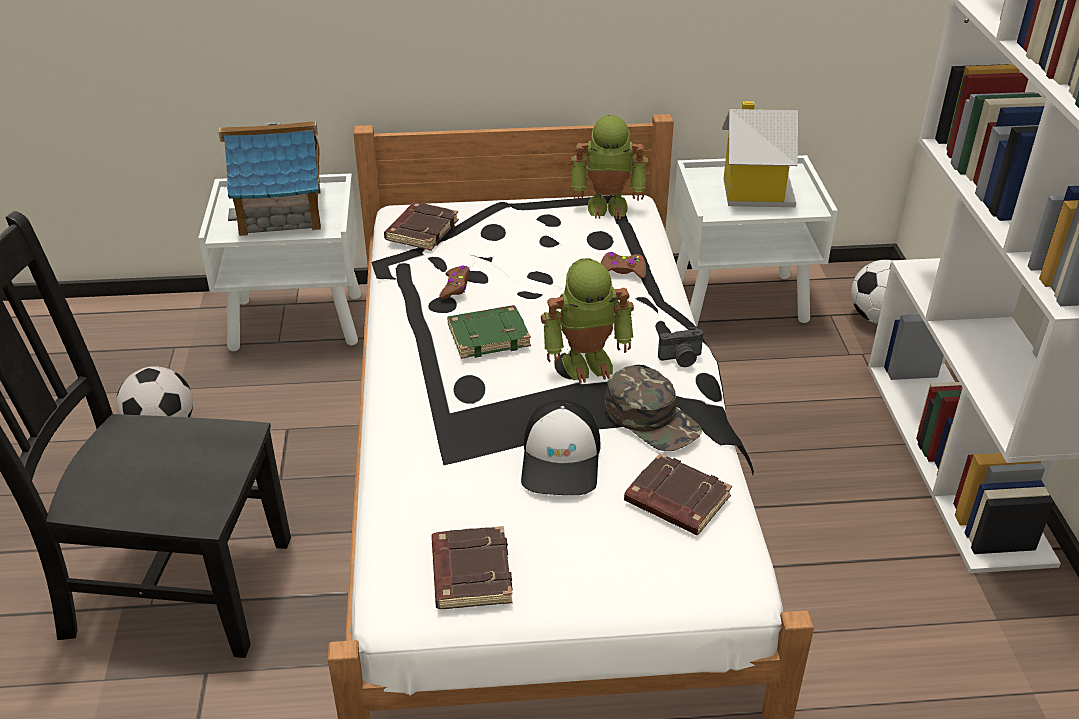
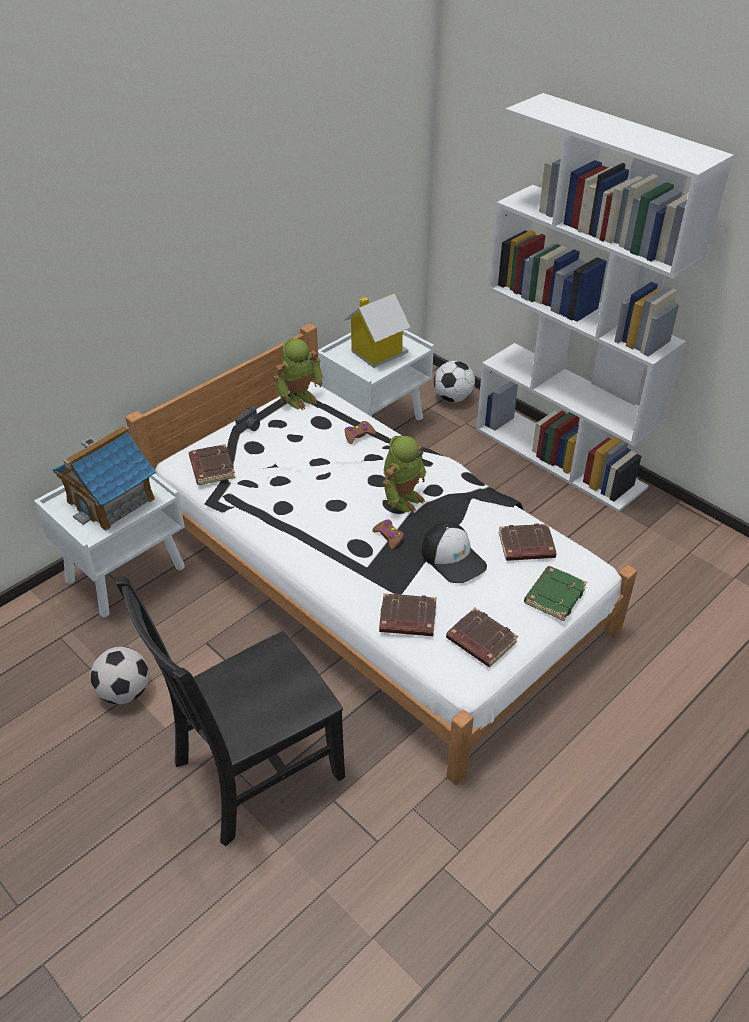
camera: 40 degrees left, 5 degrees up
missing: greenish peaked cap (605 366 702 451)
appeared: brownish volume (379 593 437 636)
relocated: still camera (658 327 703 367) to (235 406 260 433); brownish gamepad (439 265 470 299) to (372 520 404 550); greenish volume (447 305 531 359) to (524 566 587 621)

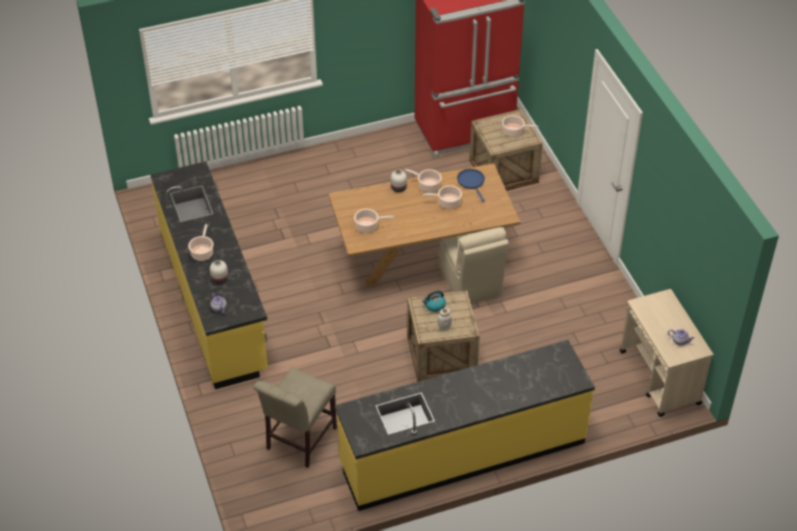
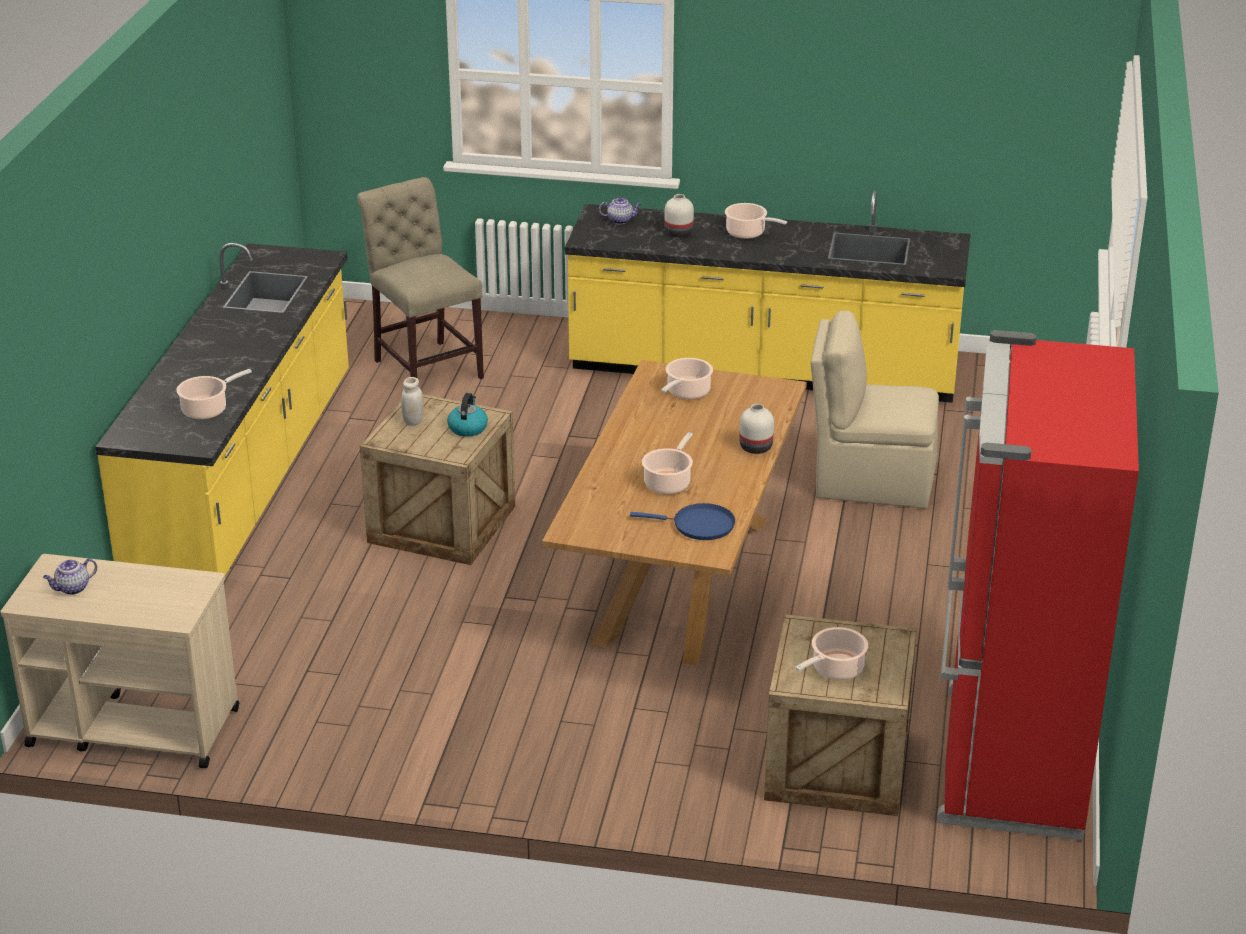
camera: 120 degrees right, 15 degrees down
relocated: saucepot (405 169 442 193) to (177 369 252 419); sand-coloured plain chair (439 227 509 304) to (810 311 939 509)

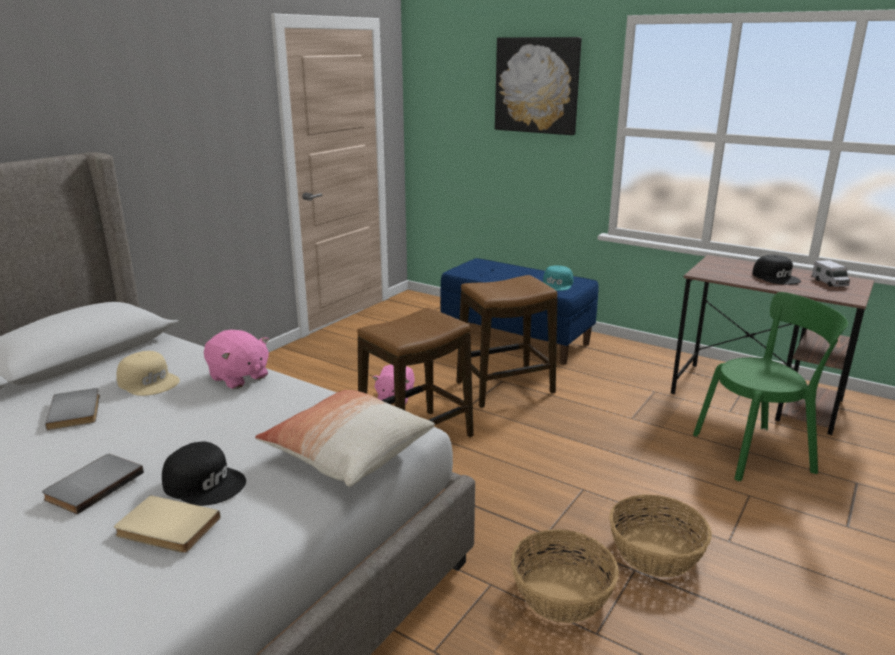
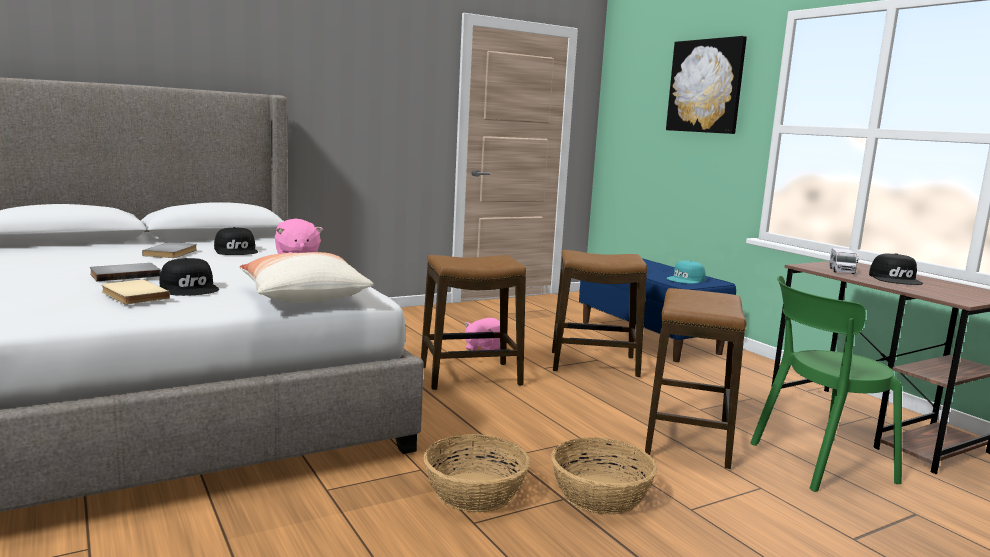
camera: 25 degrees right, 10 degrees down
appeared: sitting stool (645 288 747 469)
relocated: model truck (812 260 850 287) to (829 248 859 274)
colour: sand-coloured peaked cap (116 351 180 396) to black peaked cap (214 227 258 255)
spun: greenish plain chair (693 292 848 481) = (750 276 902 492) 150 degrees clockwise

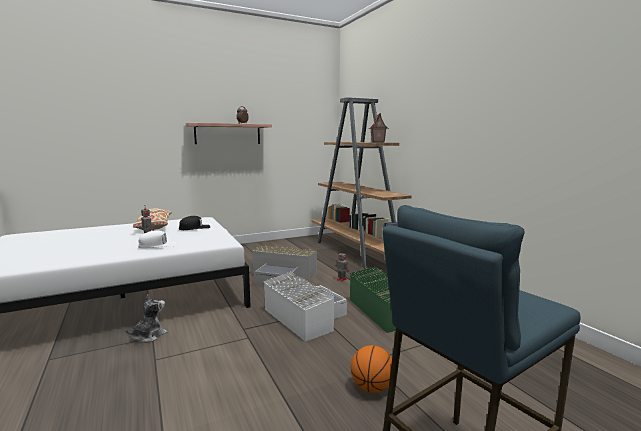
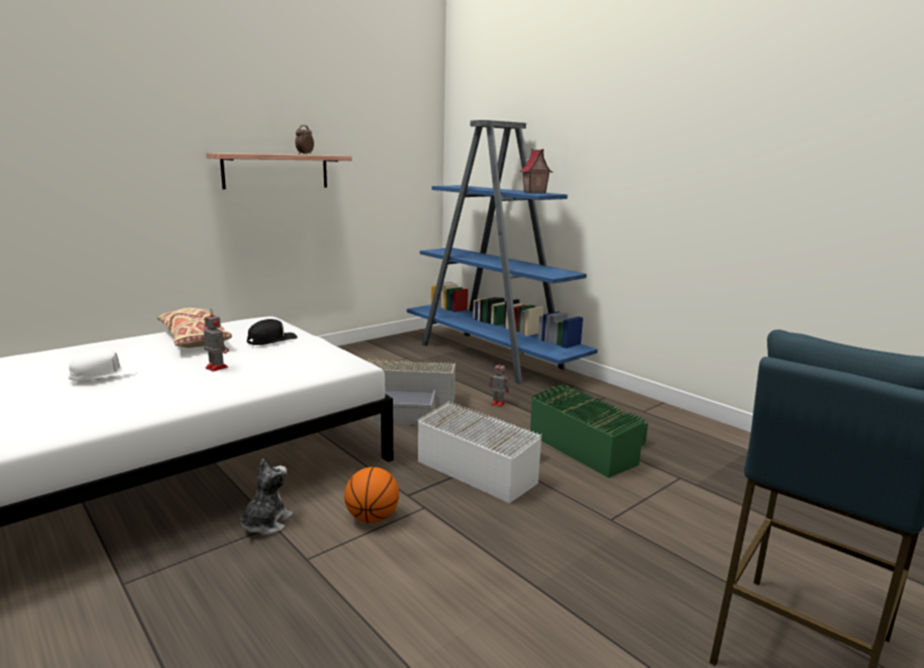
camera: 15 degrees left, 5 degrees up
relocated: white peaked cap (138 230 177 248) to (69 349 137 381); basketball ball (351 345 392 393) to (344 467 399 523)
colour: brownish bookshelf (312 97 412 269) to blue bookshelf (407 120 598 384)

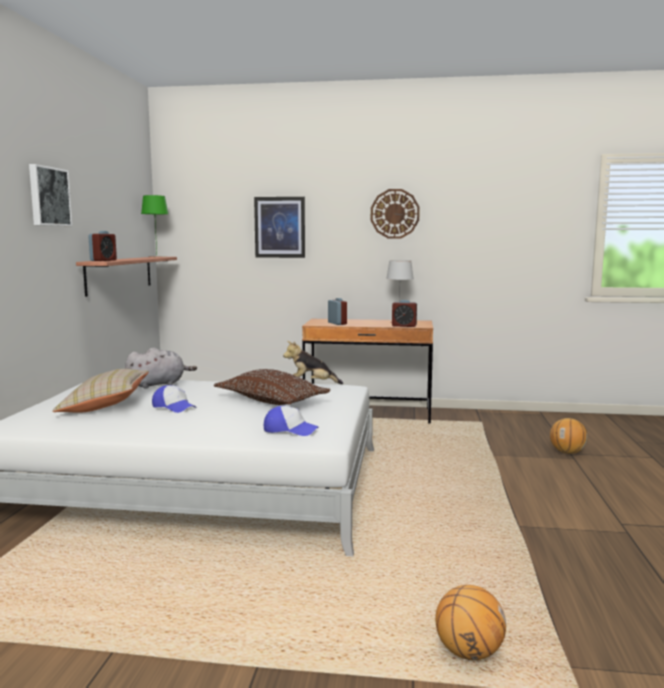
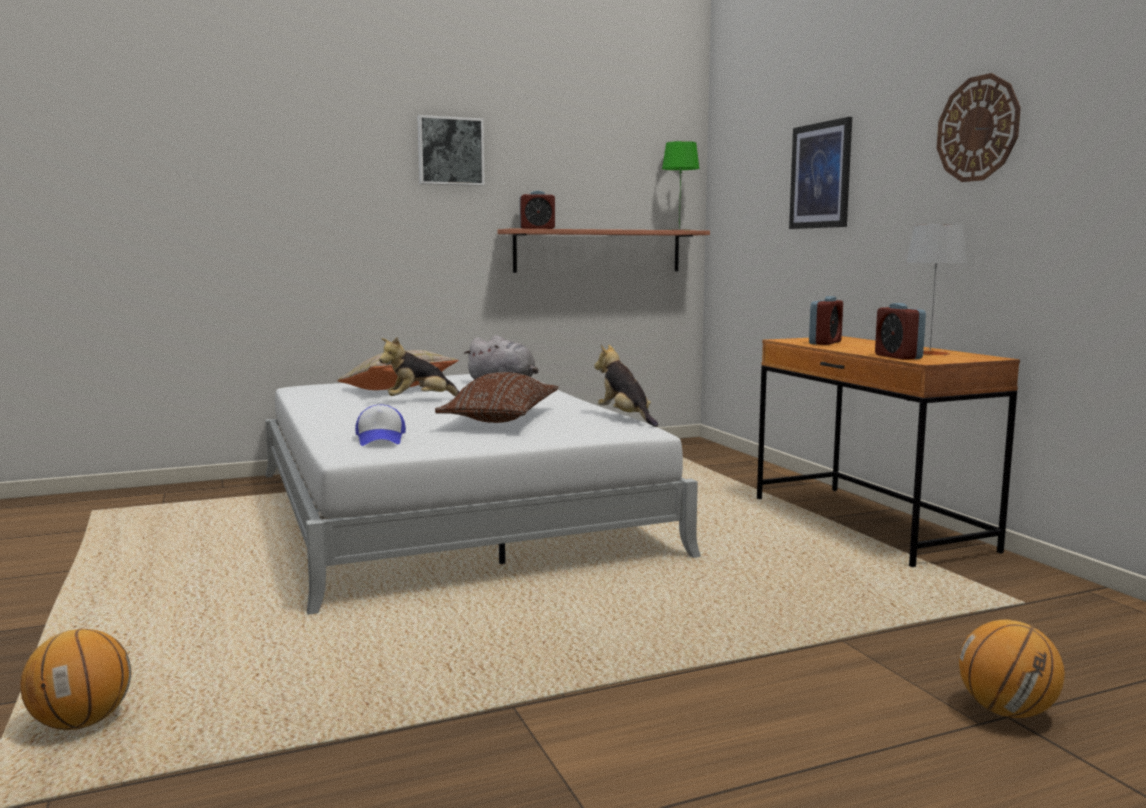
camera: 60 degrees right, 0 degrees up
exchanged: peaked cap (152 385 196 413) to plush toy (379 337 460 397)

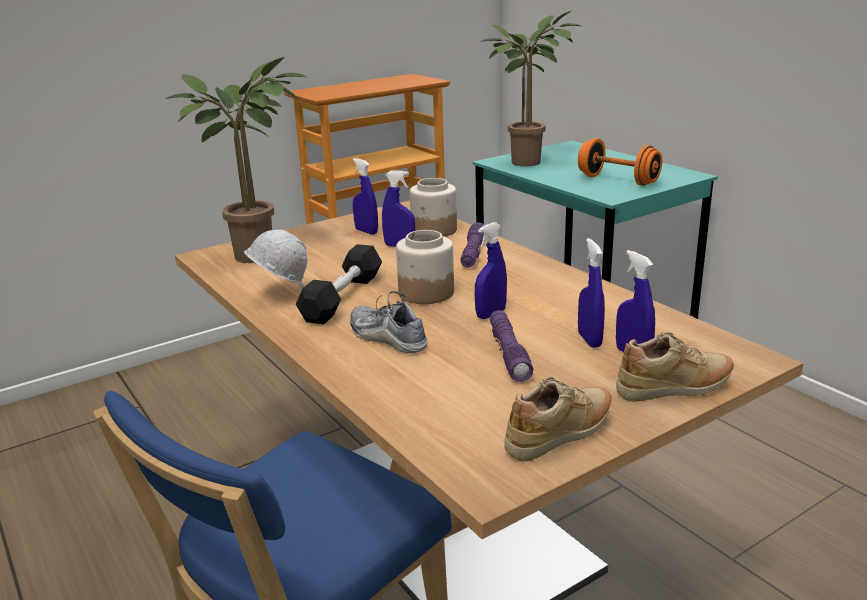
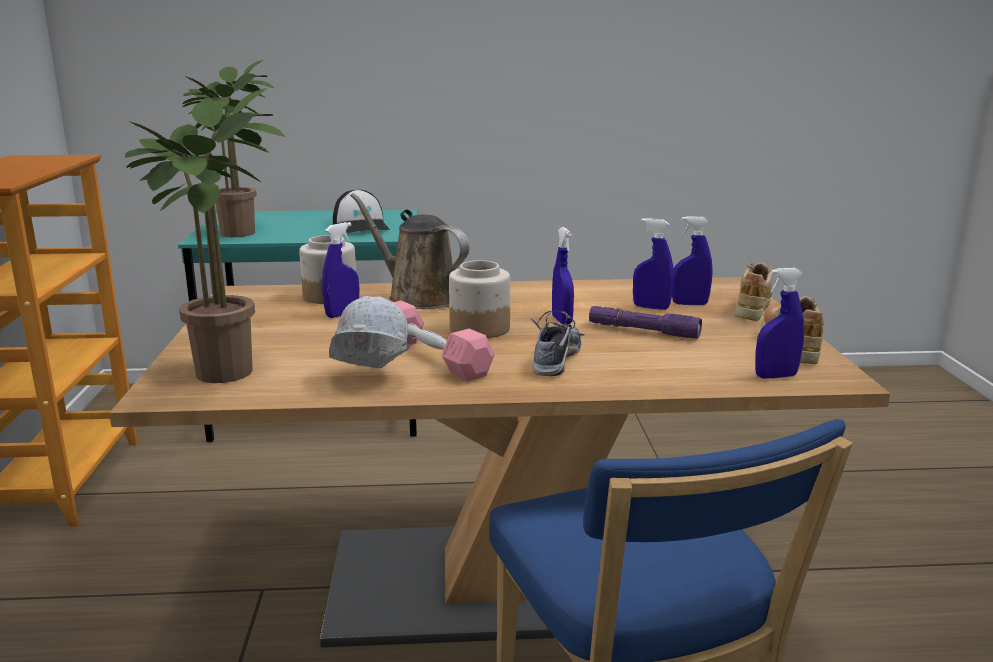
camera: 60 degrees left, 5 degrees down
relocated: blue hand sprayer (352 158 378 235) to (755 268 804 379)
exchanged: orange dumbbell (578 138 662 186) to peaked cap (333 189 390 233); purple-coloured hand torch (460 222 485 268) to brownish watering pot (350 193 469 309)
colour: black dumbbell (296 244 382 324) to pink-coloured dumbbell (394 301 495 381)
spun: low shoe (350 291 427 353) = (531 310 585 376) 120 degrees clockwise

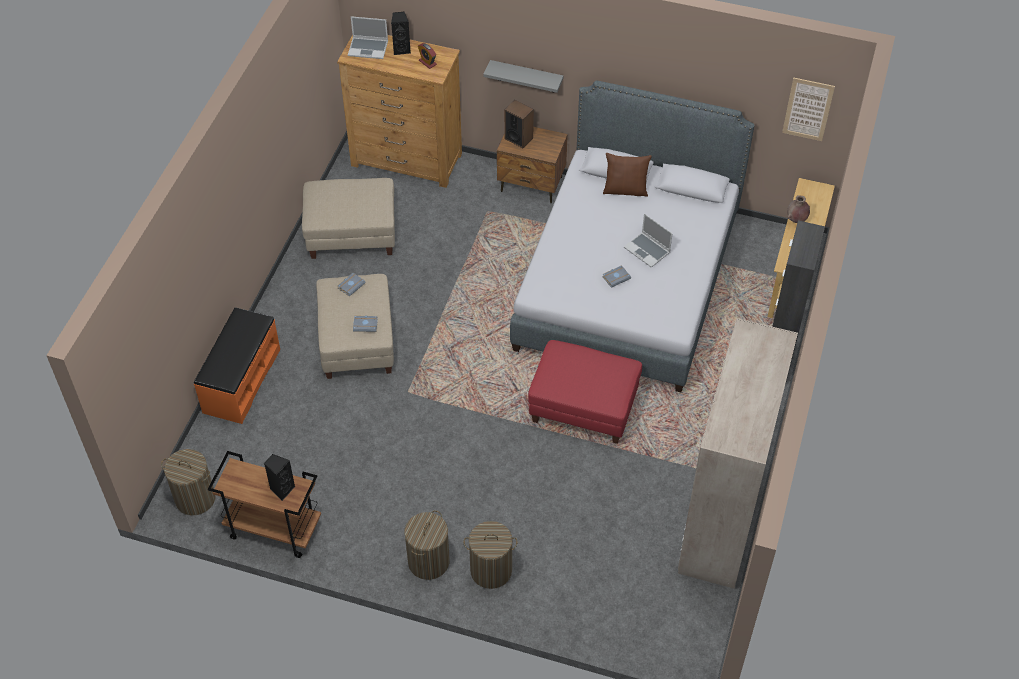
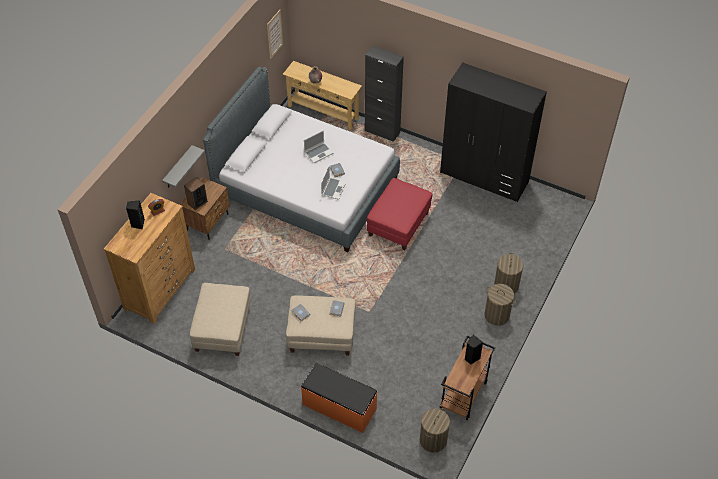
camera: 80 degrees left, 0 degrees up
missing: brownish cushion (603 153 651 197)
relocated: notebook computer (348 16 388 59) to (321 167 346 200)
colour: sand-coloured wardrobe (678 318 798 589) to black wardrobe (440 62 547 202)

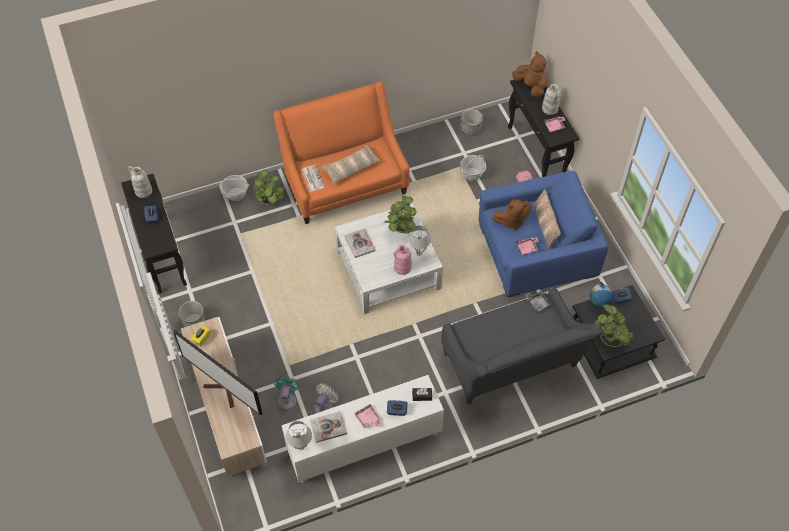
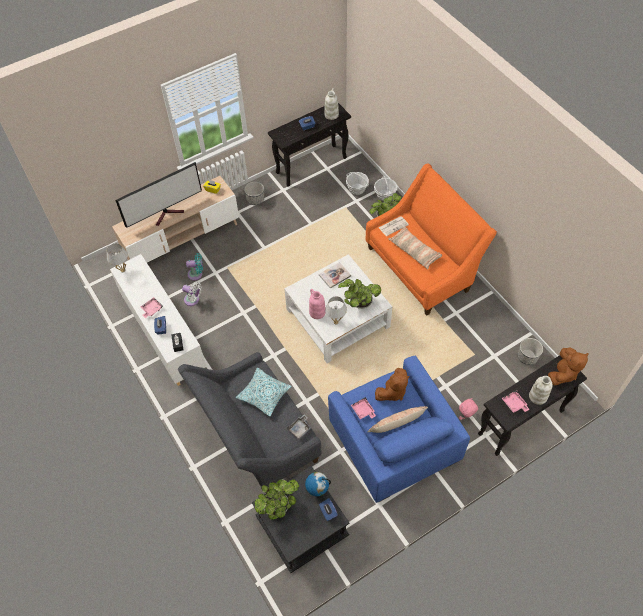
camera: 80 degrees right, 0 degrees up
missing: volume (310 411 347 443)
appeared: cushion (235 368 292 416)
relocated: basket (460 155 486 181) to (346 172 369 195)
spun: TV set (174 330 263 415) = (116 162 202 228) 150 degrees counterclockwise; brownish plush toy (492 199 532 231) = (375 368 409 401) 105 degrees counterclockwise

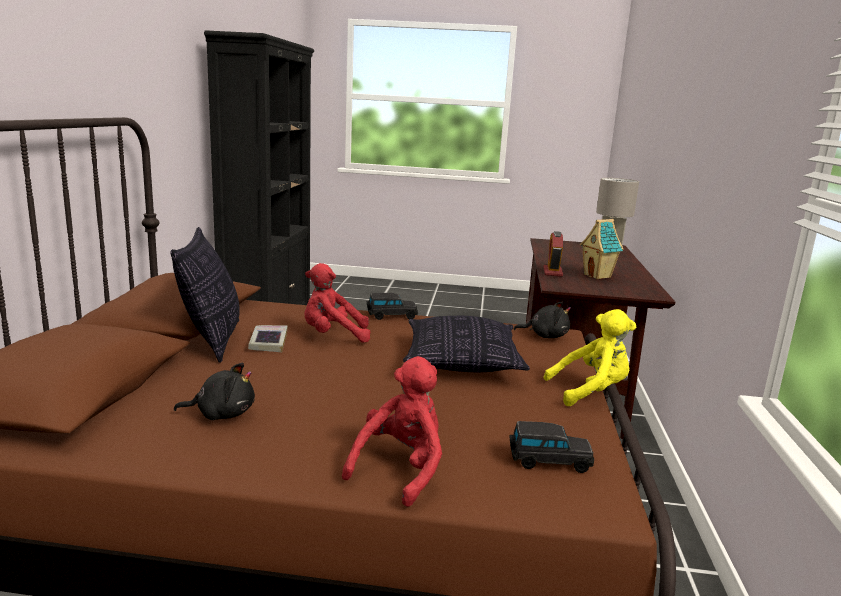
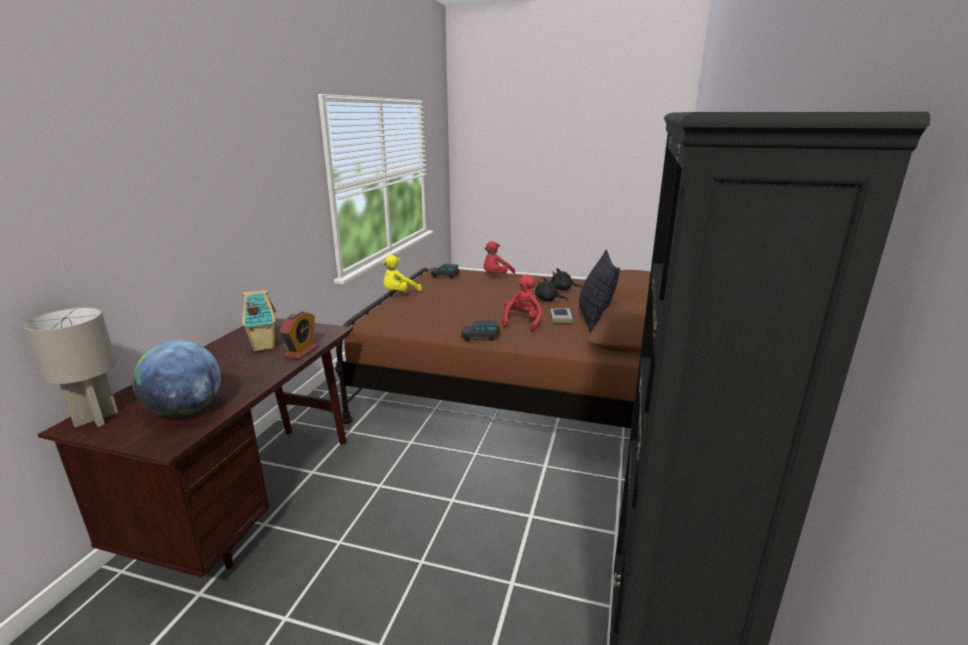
camera: 170 degrees left, 5 degrees up
missing: cushion (403 316 530 372)
appeared: desk globe (132 340 221 417)
relocated: black plush toy (514 301 571 338) to (535 277 568 302)
spun: yellow-coloured plush toy (543 309 636 406) = (382 255 422 292) 45 degrees counterclockwise; reddish plush toy (304 263 370 343) = (502 274 542 332) 75 degrees counterclockwise

